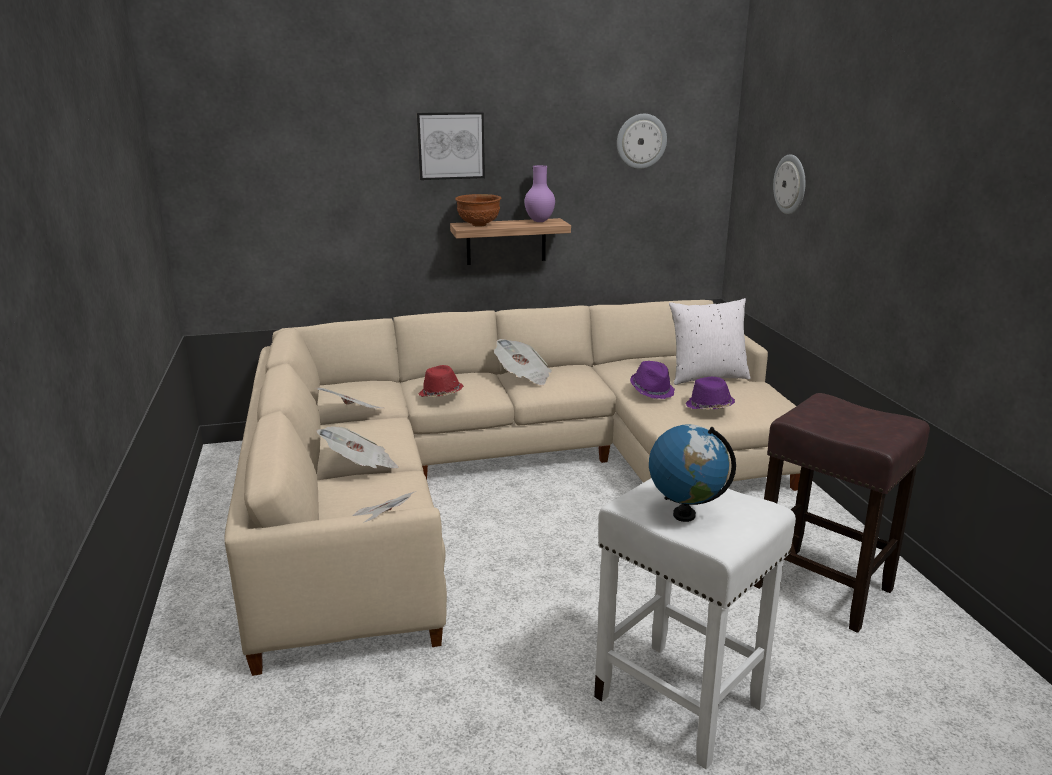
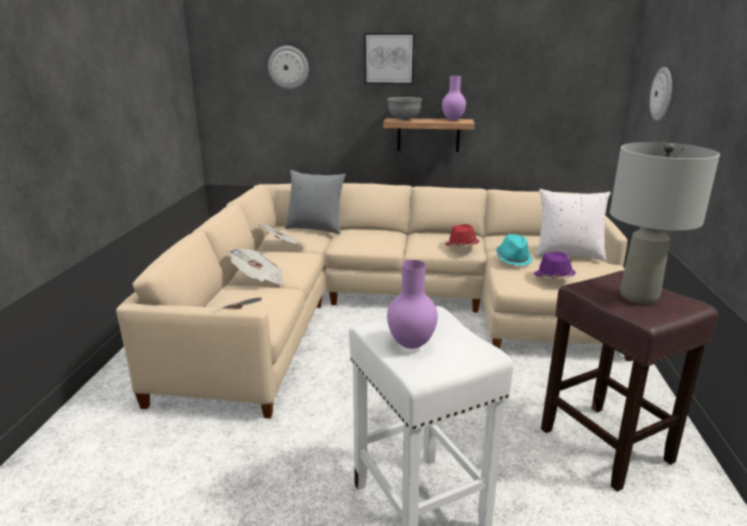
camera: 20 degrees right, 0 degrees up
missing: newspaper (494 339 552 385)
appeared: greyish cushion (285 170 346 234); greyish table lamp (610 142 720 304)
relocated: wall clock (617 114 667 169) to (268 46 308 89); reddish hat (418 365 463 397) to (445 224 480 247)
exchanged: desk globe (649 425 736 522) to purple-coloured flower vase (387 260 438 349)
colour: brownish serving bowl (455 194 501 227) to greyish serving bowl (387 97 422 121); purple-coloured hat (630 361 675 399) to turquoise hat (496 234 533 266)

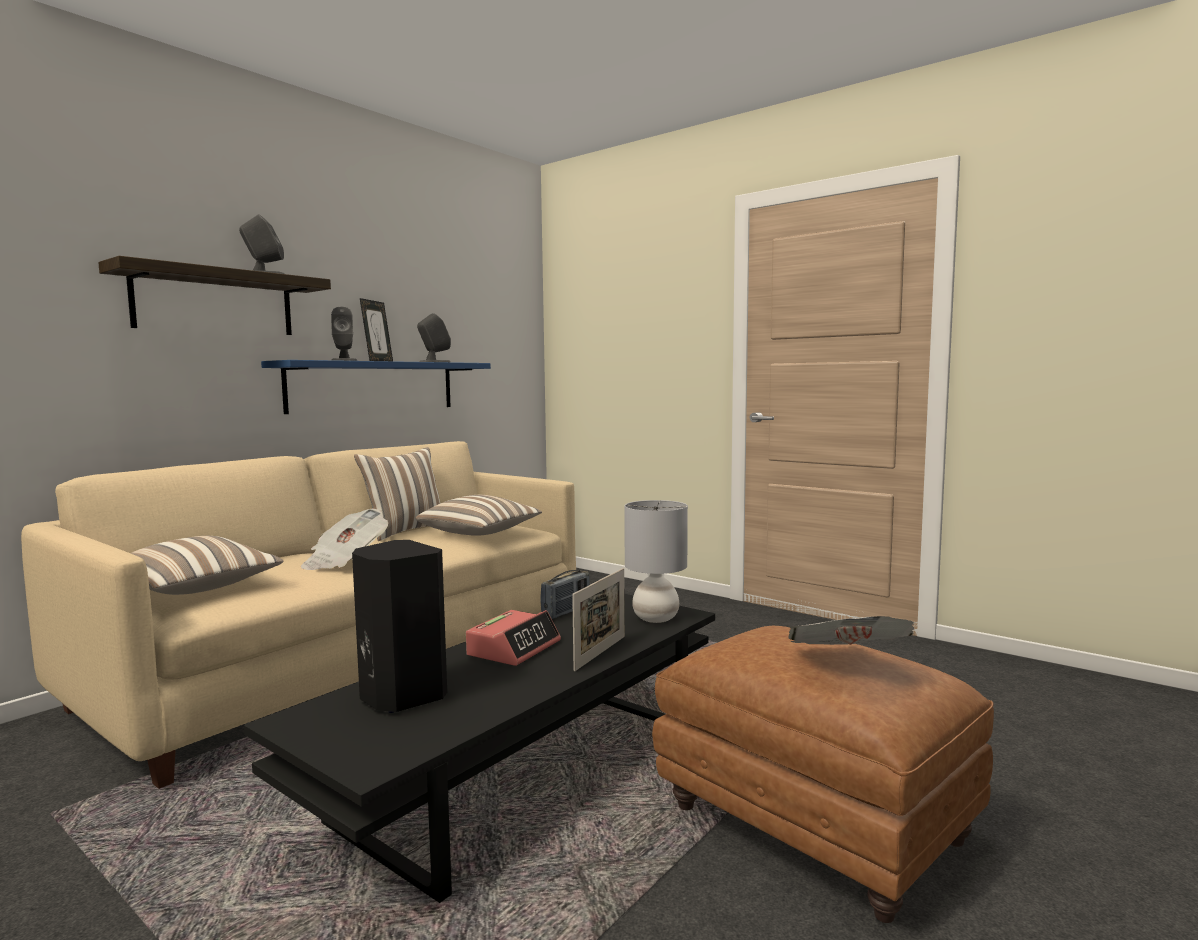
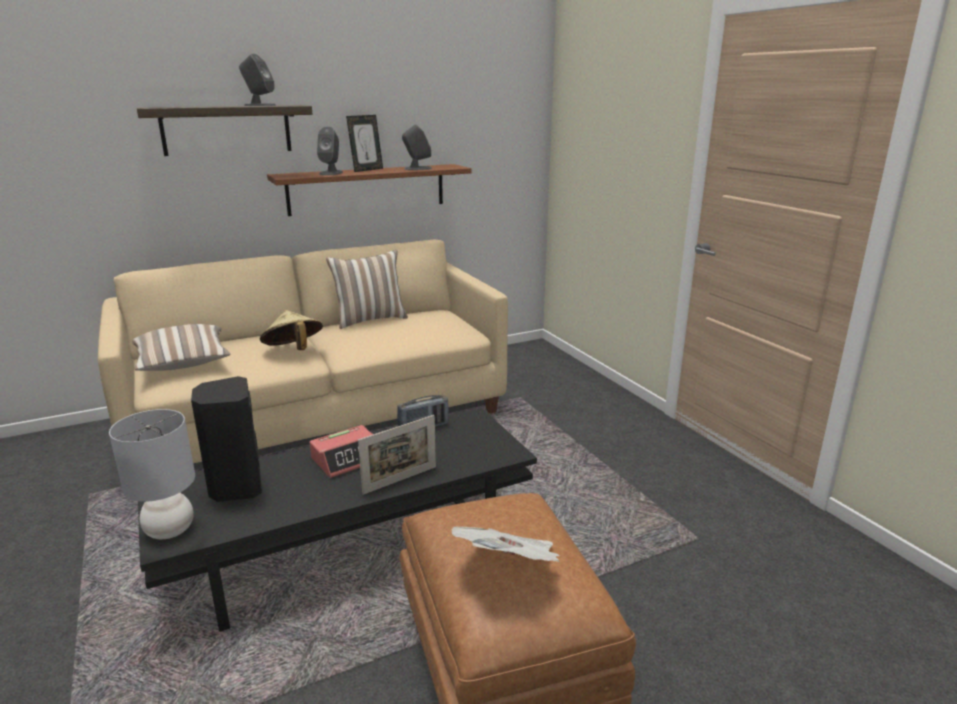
camera: 25 degrees right, 15 degrees up
missing: cushion (415 495 542 536)
relocated: greyish table lamp (624 500 688 623) to (109 409 195 539)
exchanged: newspaper (301 509 388 570) to sand-coloured hat (260 310 323 350)
colour: blue wall shelf (261 360 491 414) to brownish wall shelf (267 164 472 216)

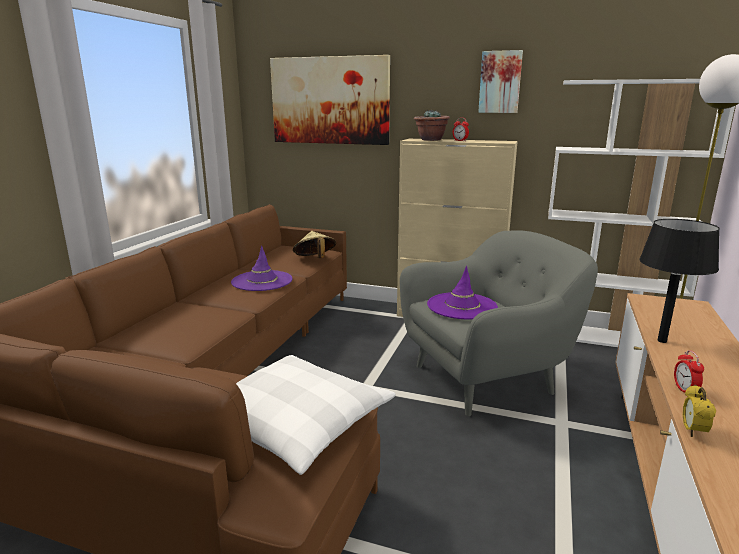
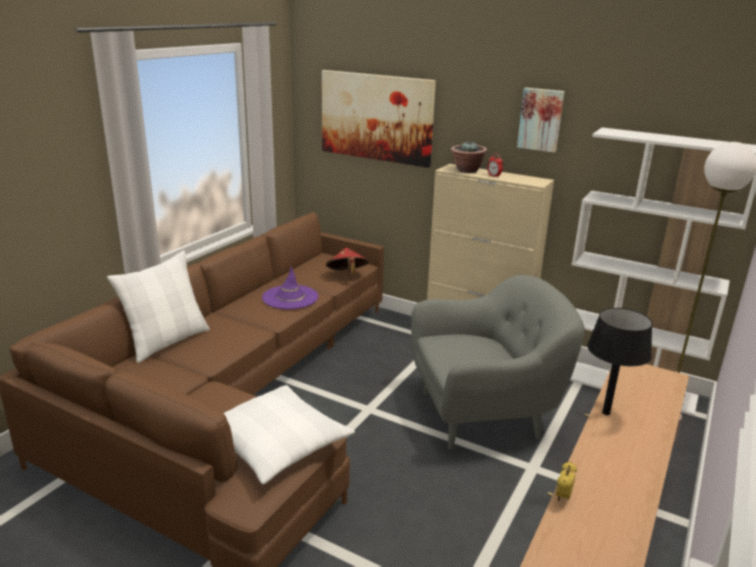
camera: 10 degrees right, 5 degrees up
missing: purple-coloured hat (427 266 498 320); table clock (674 350 704 393)
appeared: white cushion (107 251 210 363)
colour: sand-coloured hat (293 231 336 258) to reddish hat (326 247 369 277)

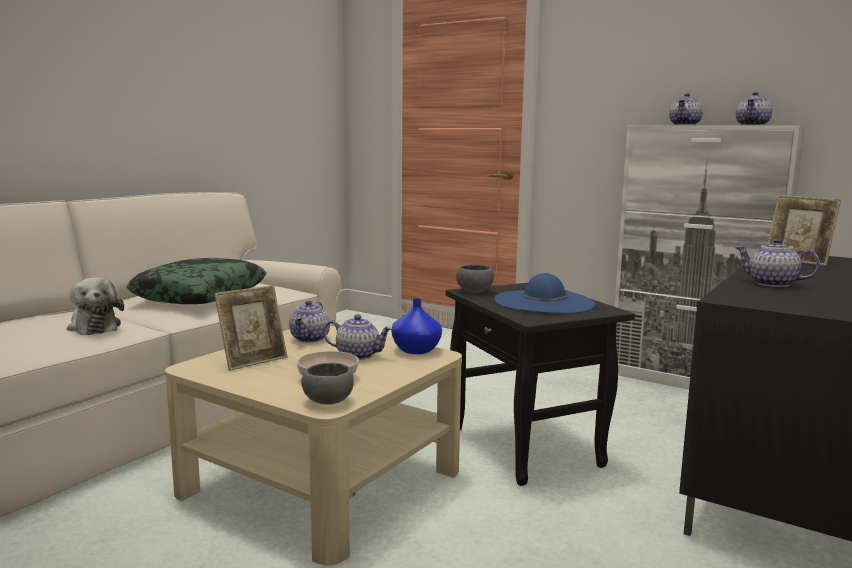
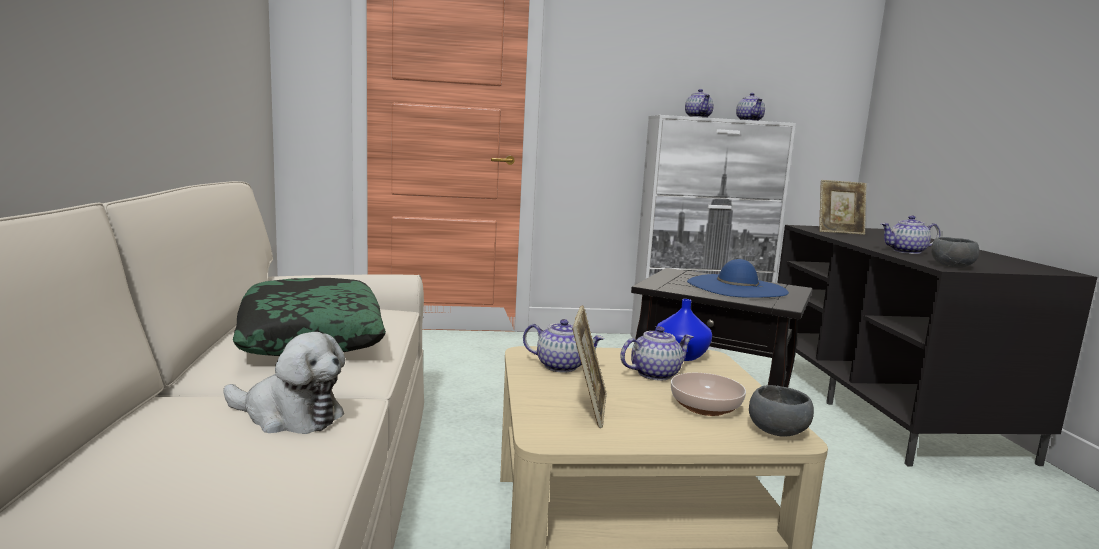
camera: 40 degrees left, 0 degrees up
relocated: greyish serving bowl (456 265 494 293) to (931 237 979 268)
spun: pot for tea (289 300 330 343) = (523 319 604 373) 45 degrees counterclockwise

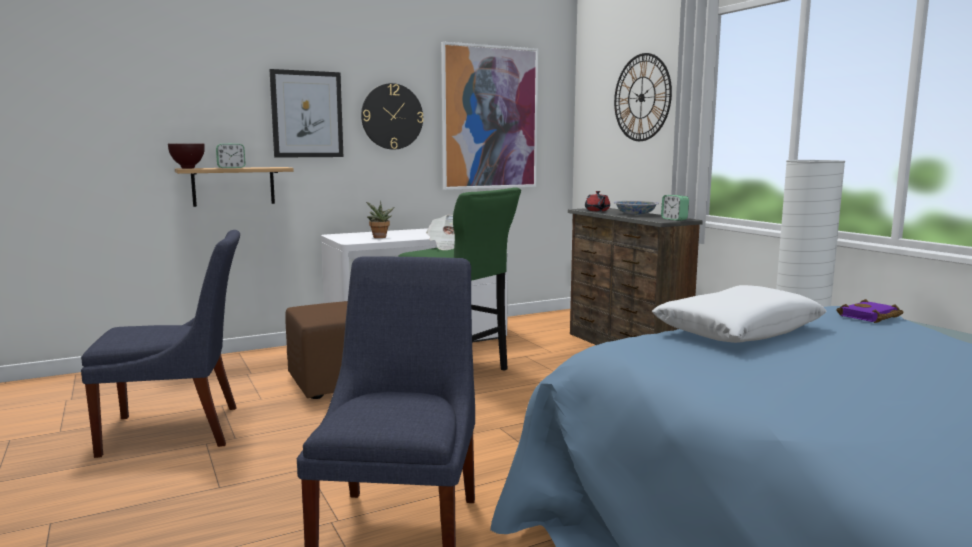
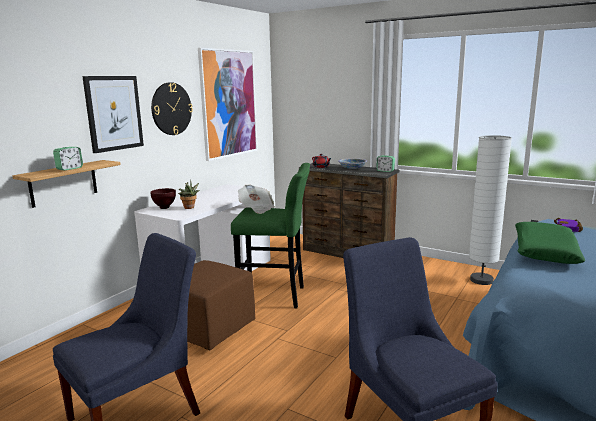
camera: 30 degrees left, 5 degrees up
missing: wall clock (614 53 672 141)
relocated: brownish serving bowl (168 143 205 169) to (150 188 176 209)
colour: white cushion (652 285 827 343) to greenish cushion (515 222 585 264)

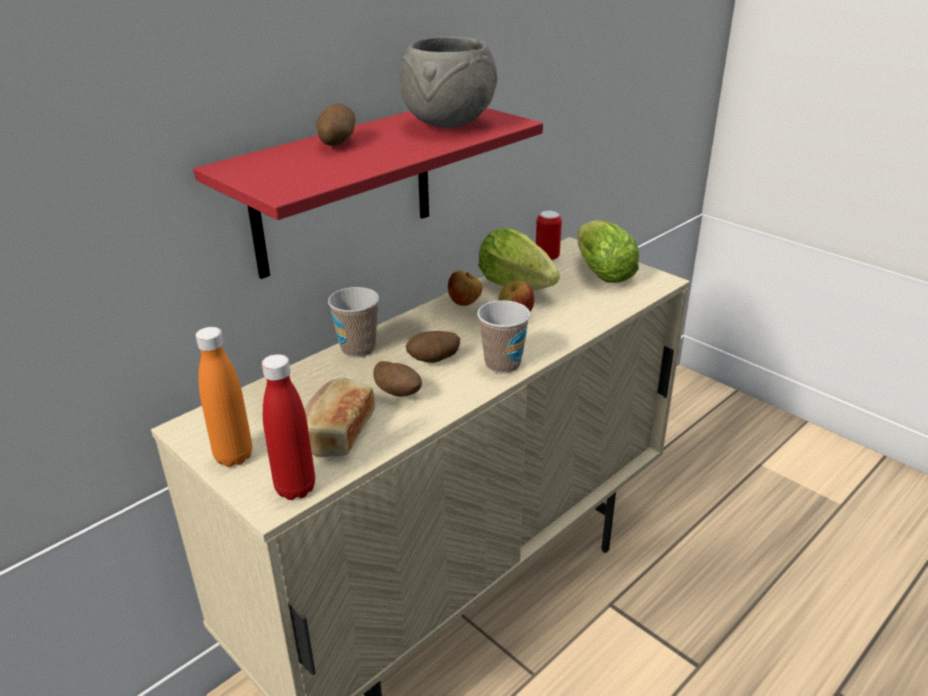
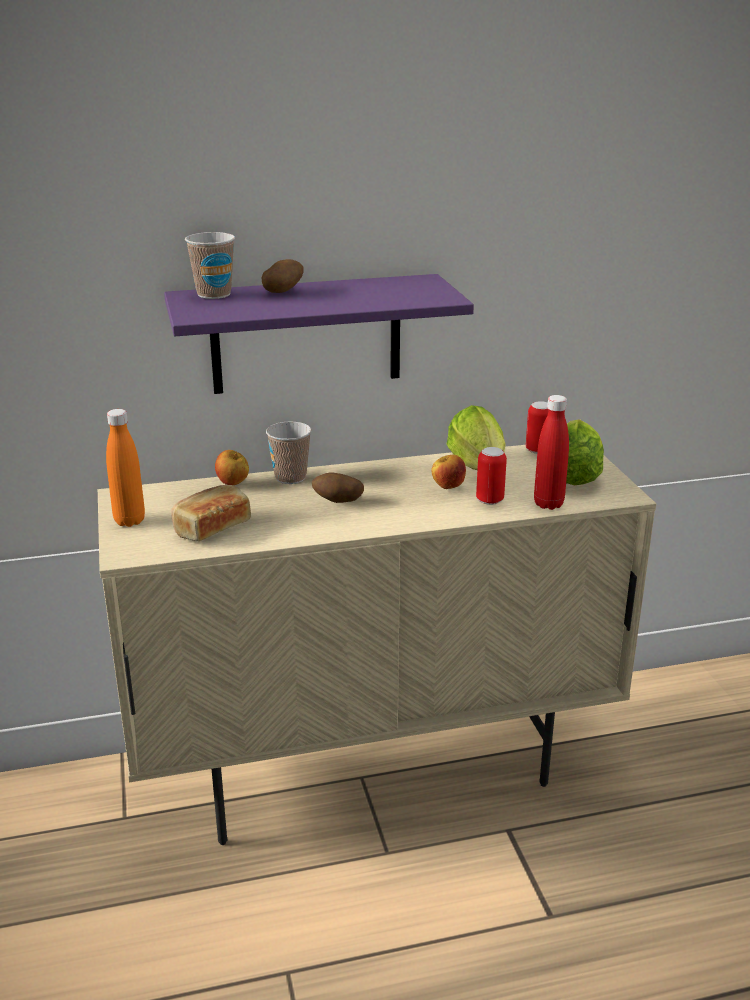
camera: 30 degrees right, 5 degrees down
missing: whole potato (374 361 422 396); greyish serving bowl (400 36 497 128)
appeared: can (476 447 507 505)
relocated: cup (477 300 530 373) to (185 232 235 299); apple (448 271 483 306) to (215 450 249 485); reddish drink bottle (262 354 315 500) to (534 395 569 510)
colour: reddish wall shelf (193 108 543 279) to purple-coloured wall shelf (164 274 474 394)

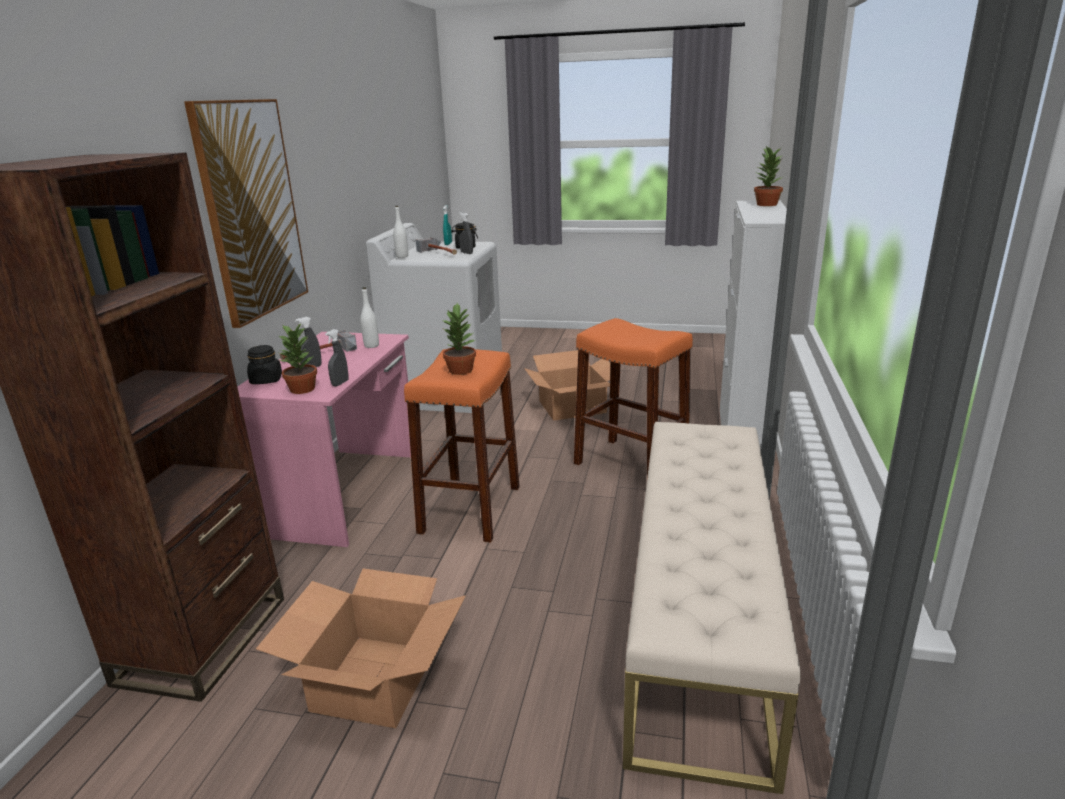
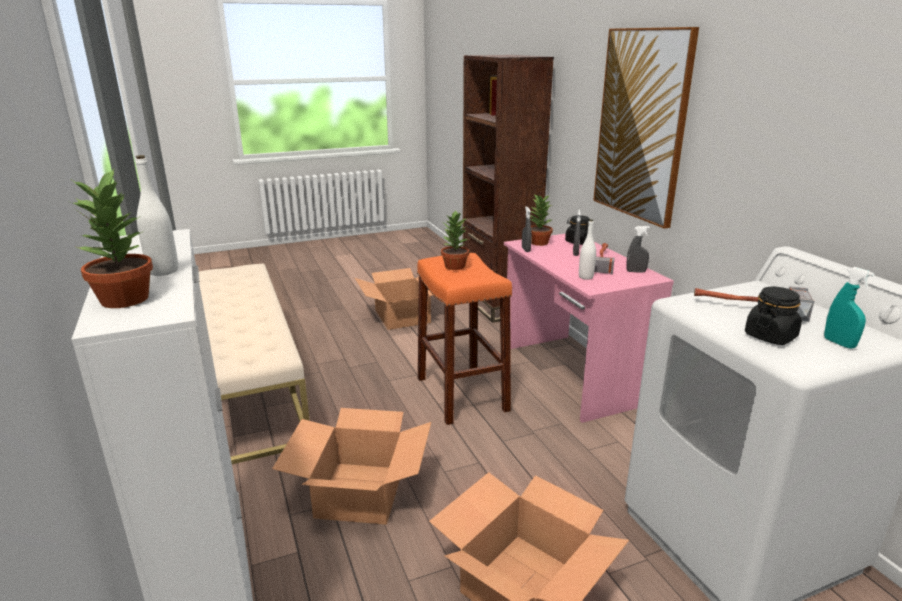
camera: 145 degrees right, 0 degrees up
relocated: white drink bottle (393 206 408 258) to (136 155 178 276); greyish hand sprayer (459 212 473 254) to (626 226 650 273)
exchanged: orange sitting stool (574 318 693 477) to cardboard box (272 408 431 525)

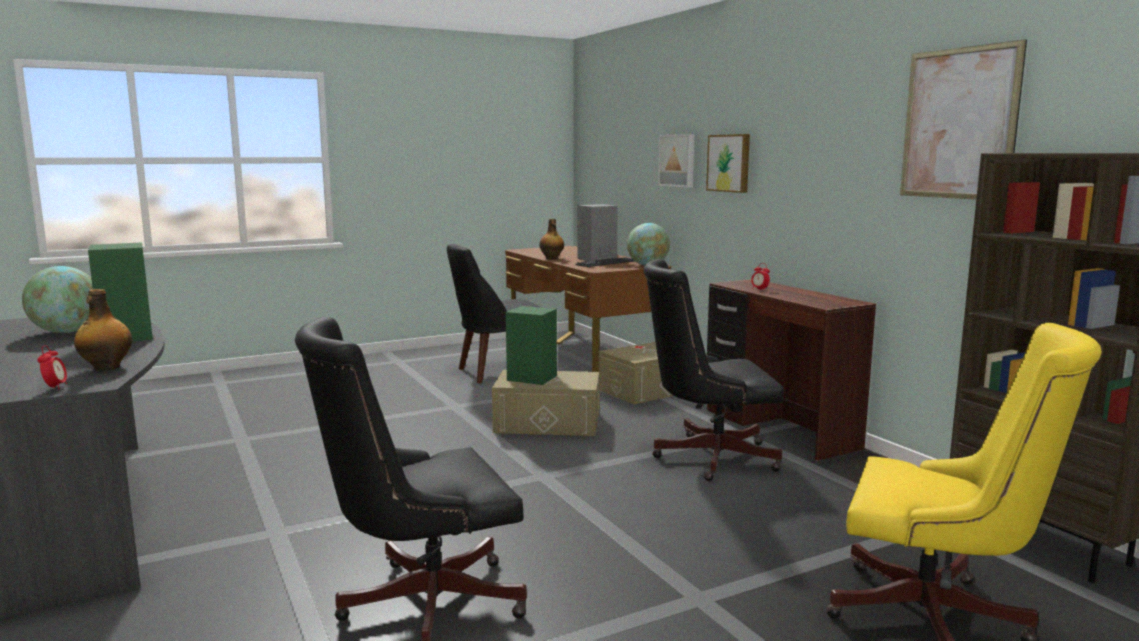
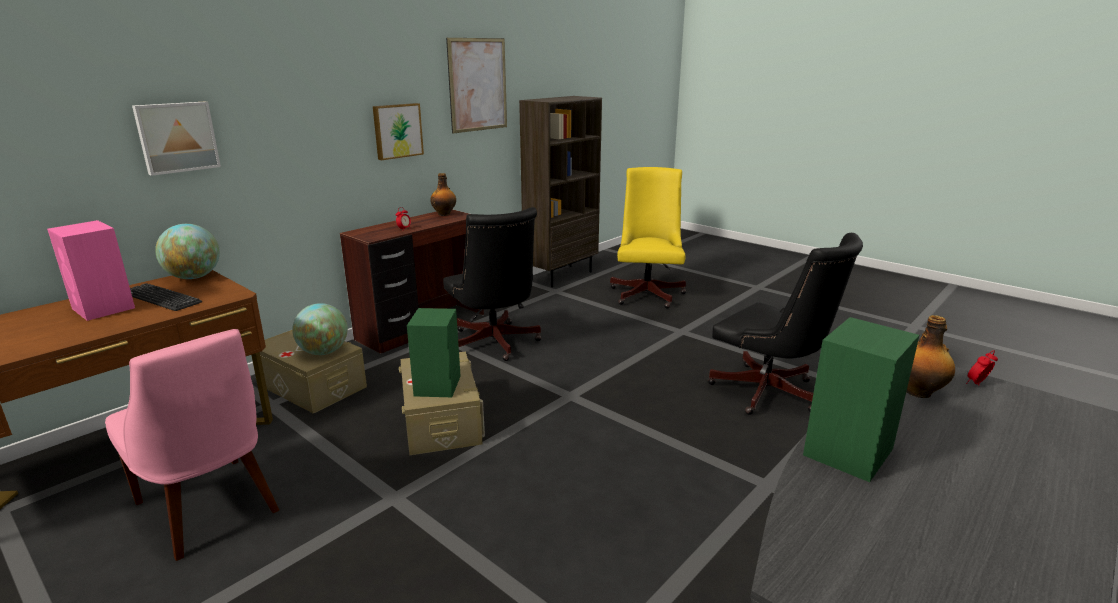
camera: 110 degrees left, 10 degrees up
relocated: desk globe (22 266 93 333) to (292 303 348 355); wall art (706 134 750 193) to (373 103 424 160); drink bottle (539 219 564 259) to (430 173 456 216)
colour: greyish loudspeaker (577 204 618 261) to pink-coloured loudspeaker (47 220 135 321); black plain chair (447 244 543 383) to pink-coloured plain chair (105 329 279 561)

